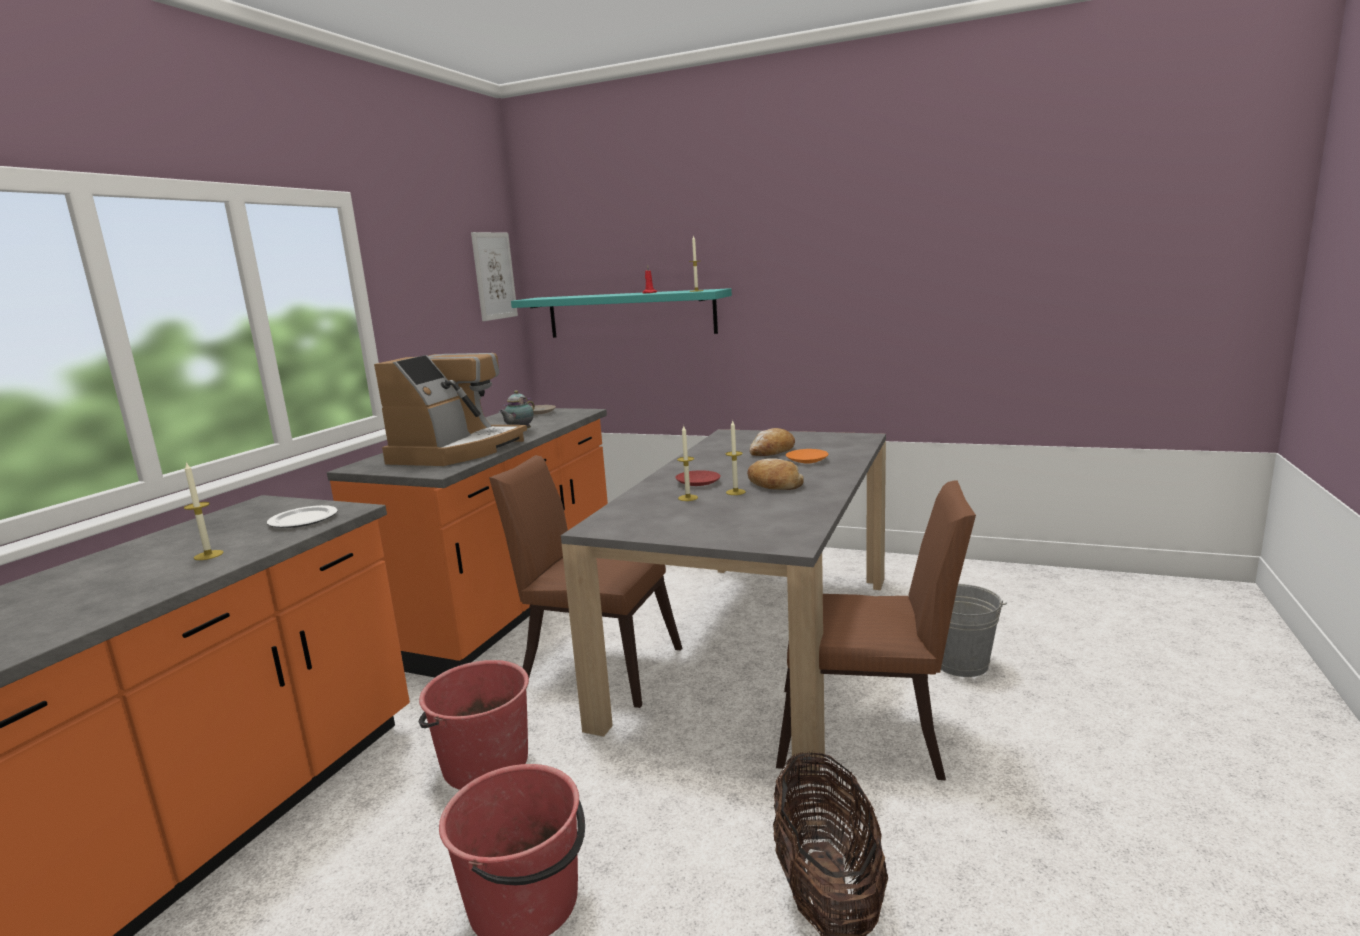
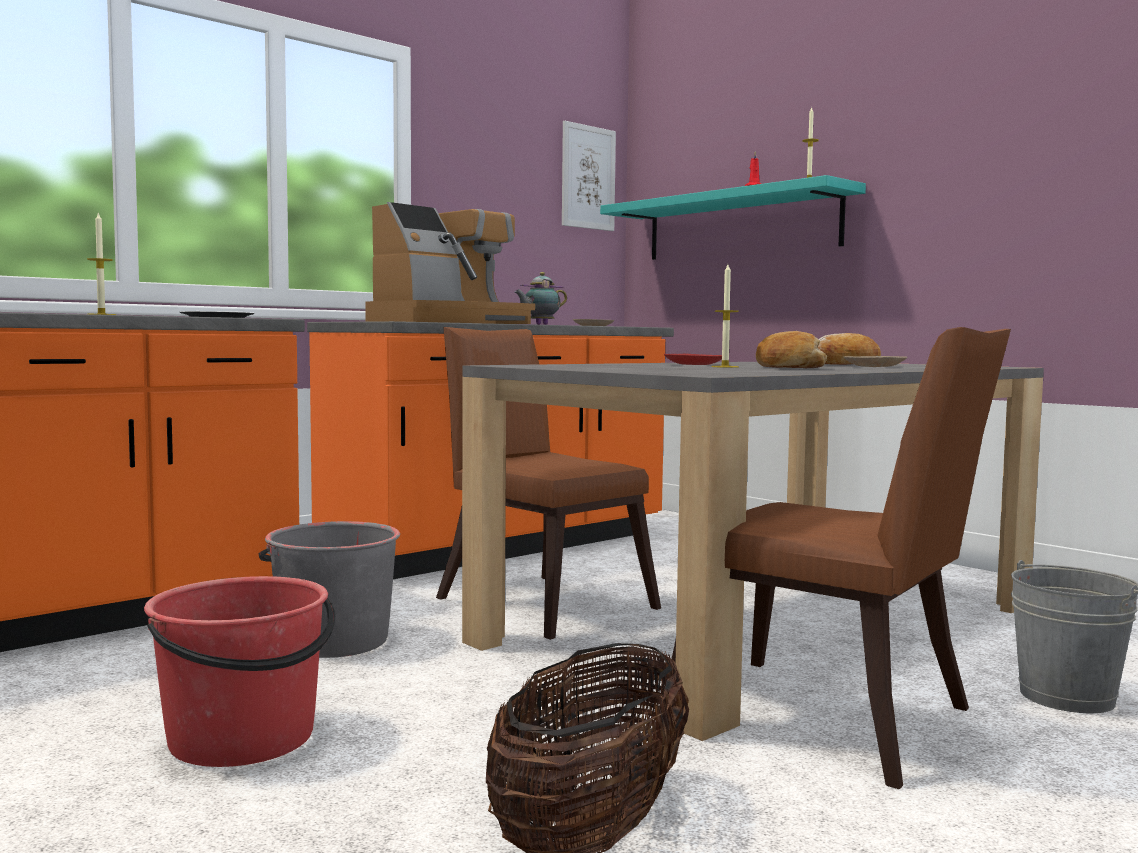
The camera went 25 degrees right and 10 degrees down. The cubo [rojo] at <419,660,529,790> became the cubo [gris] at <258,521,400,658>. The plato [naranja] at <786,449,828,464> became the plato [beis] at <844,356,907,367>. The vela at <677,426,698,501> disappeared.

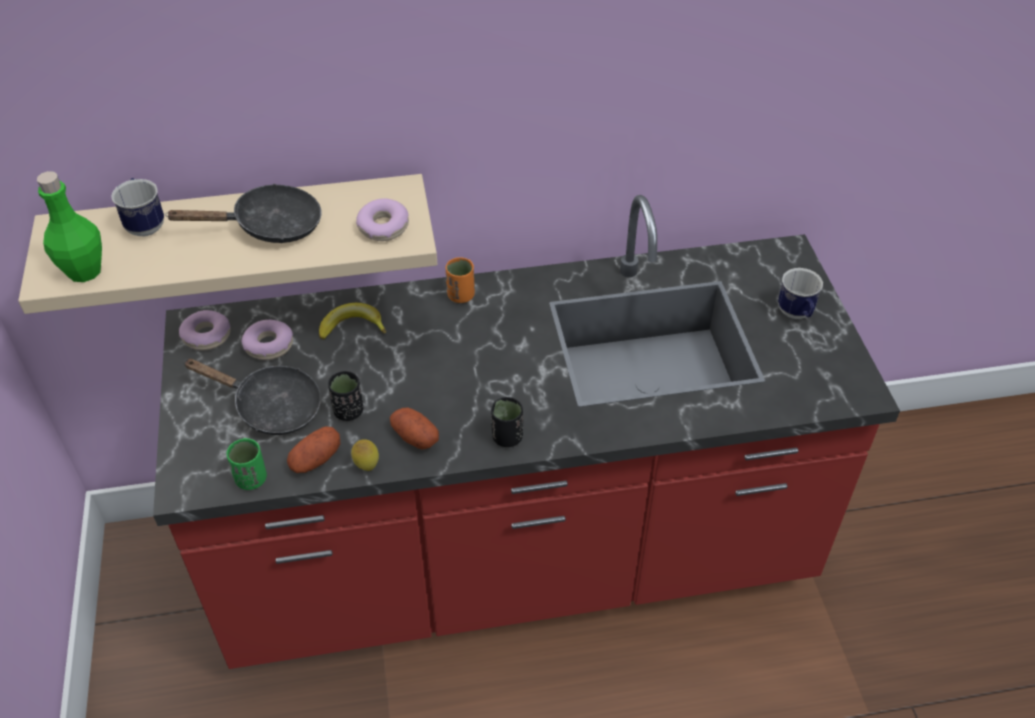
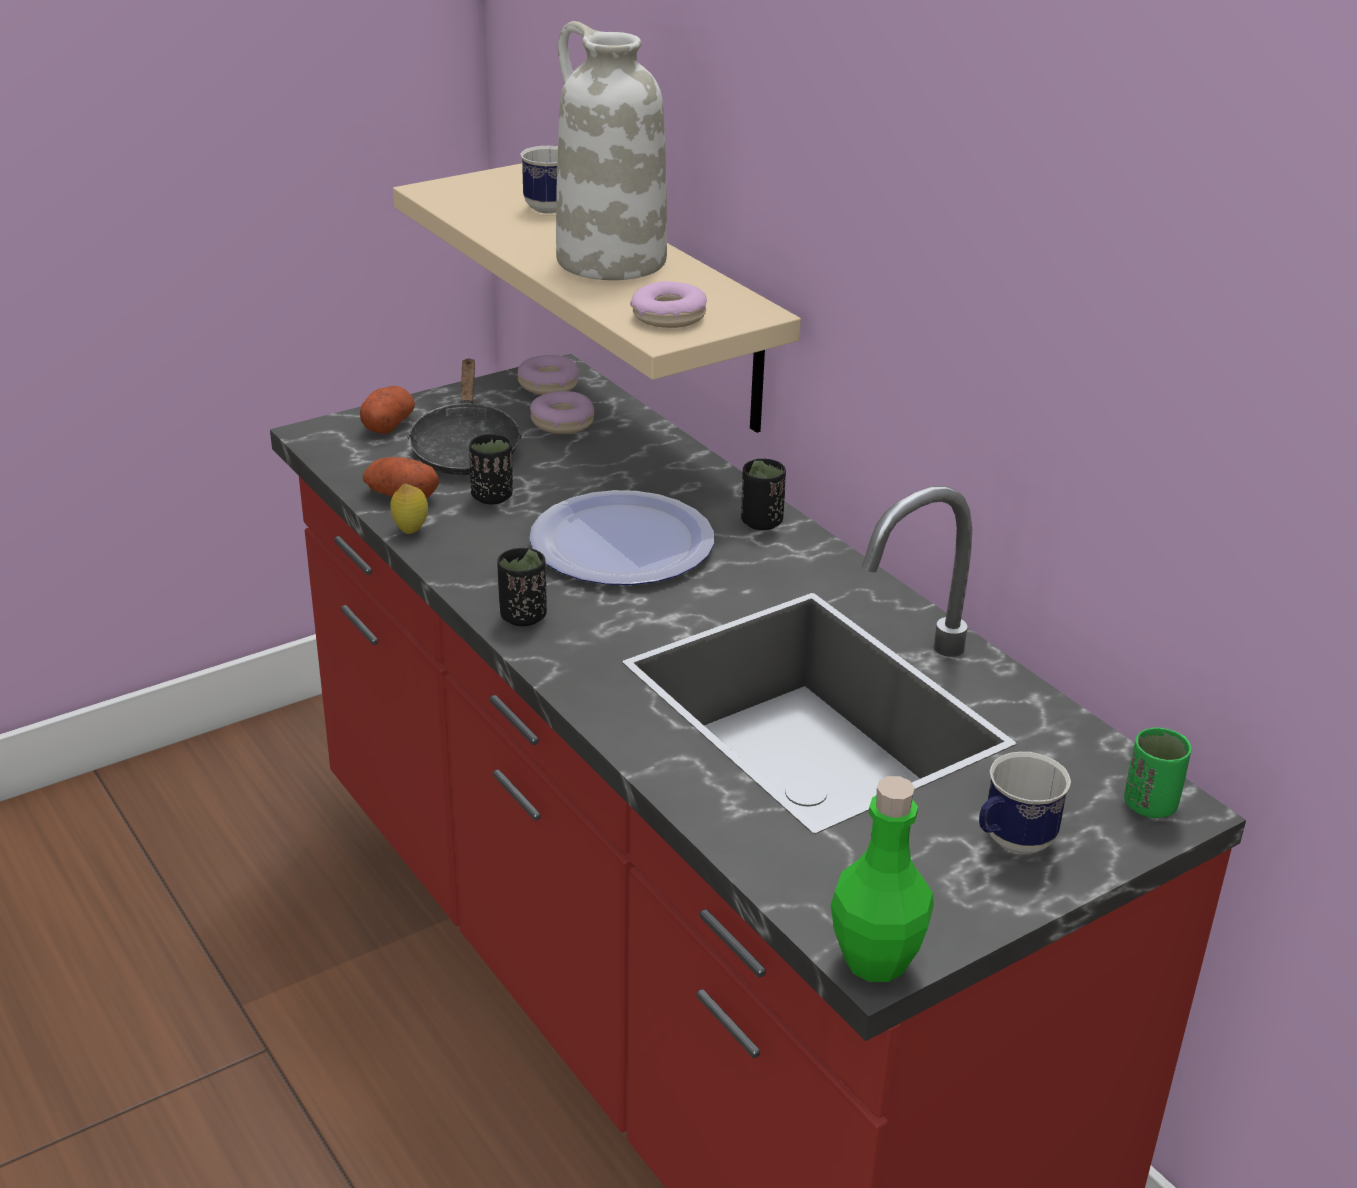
The camera went 65 degrees right and 15 degrees down. The patata moved from <390,407,439,450> to <360,386,415,434>. The plato at <529,490,714,585> appeared. The sartén [negro] at <165,184,322,243> was replaced by the florero [blanco] at <556,21,667,280>. The taza [naranja] at <446,257,475,303> became the taza [negro] at <741,459,786,530>. The botella [verde] moved from <37,171,102,282> to <831,776,934,982>. The taza [verde] moved from <226,438,267,490> to <1124,727,1192,818>. The plátano at <319,303,386,339> disappeared.

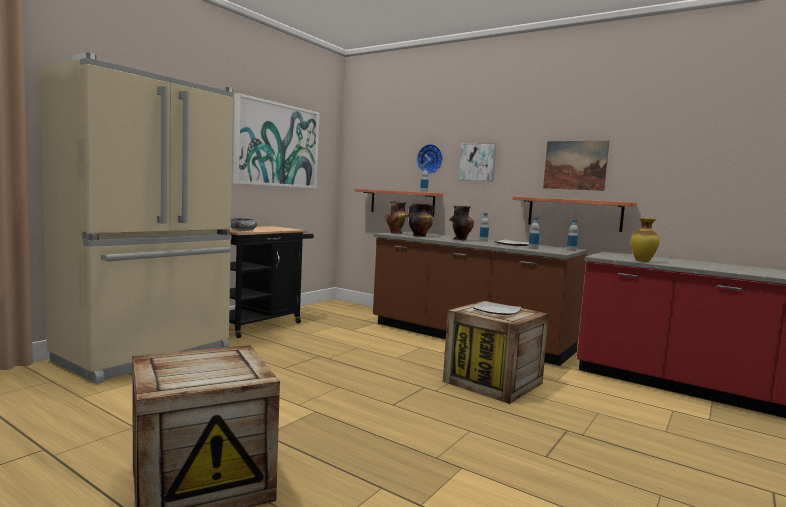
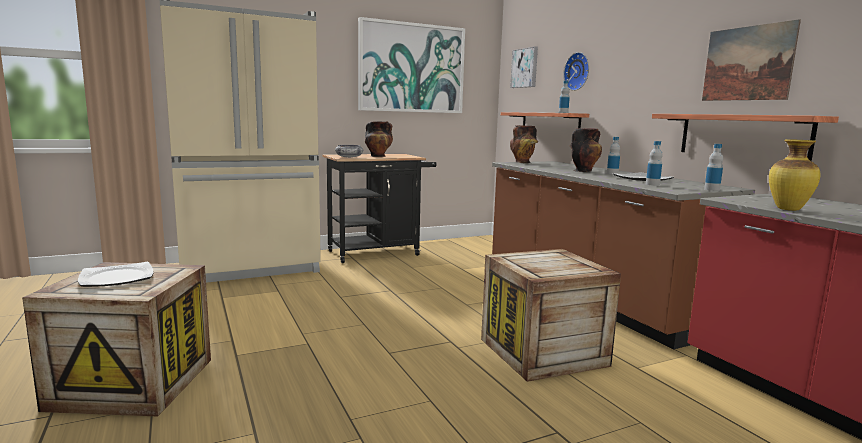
The camera went 30 degrees right and 5 degrees up. The plato moved from <473,301,521,315> to <78,262,154,287>. The florero moved from <408,203,434,236> to <365,121,393,157>. The cuadro moved from <458,143,497,182> to <510,46,538,88>.

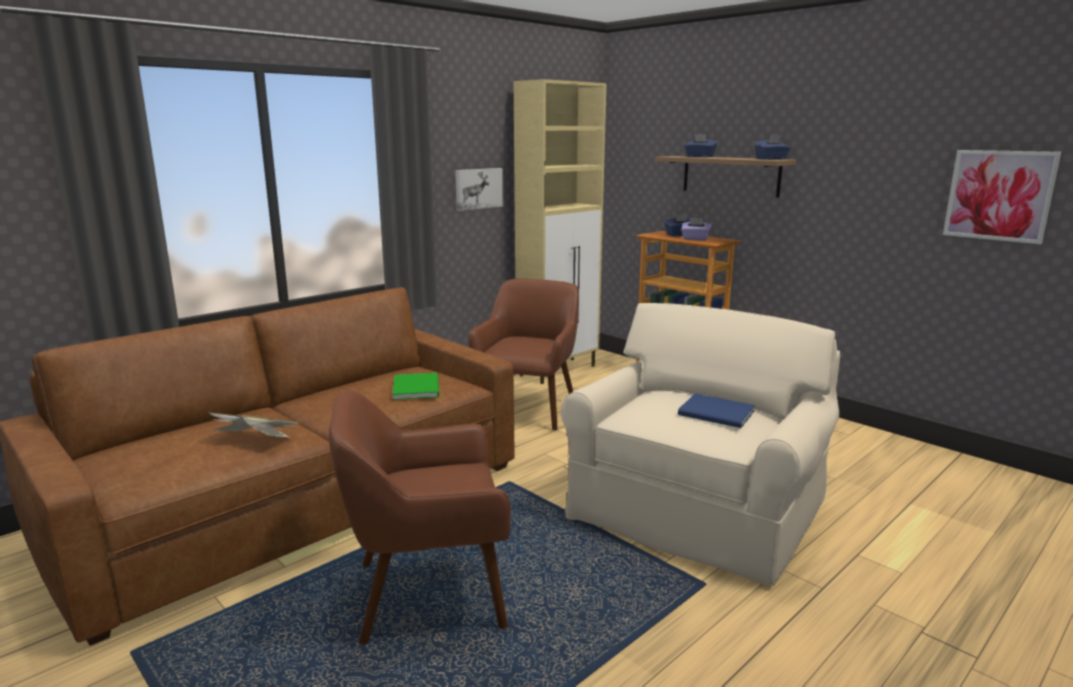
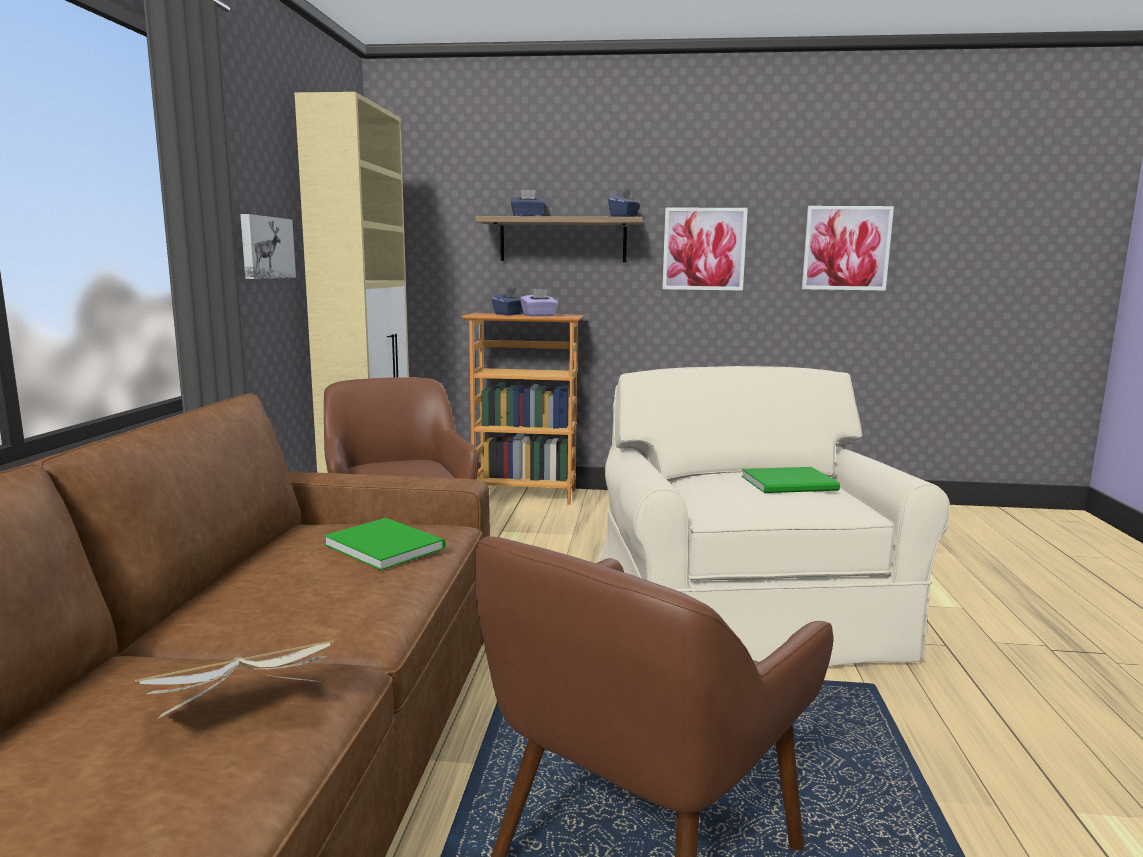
The camera went 40 degrees left and 5 degrees down. The cuadro at <662,207,748,291> appeared. The libro [azul] at <678,394,755,428> became the libro [verde] at <741,467,840,493>.

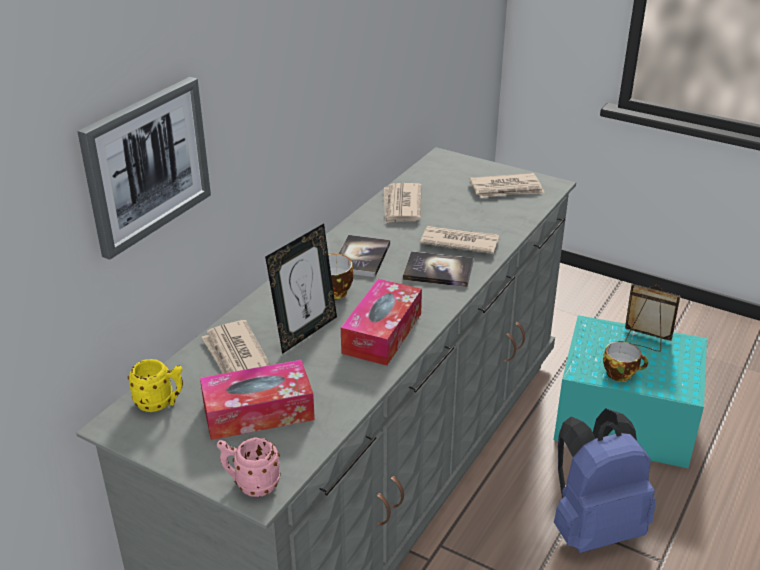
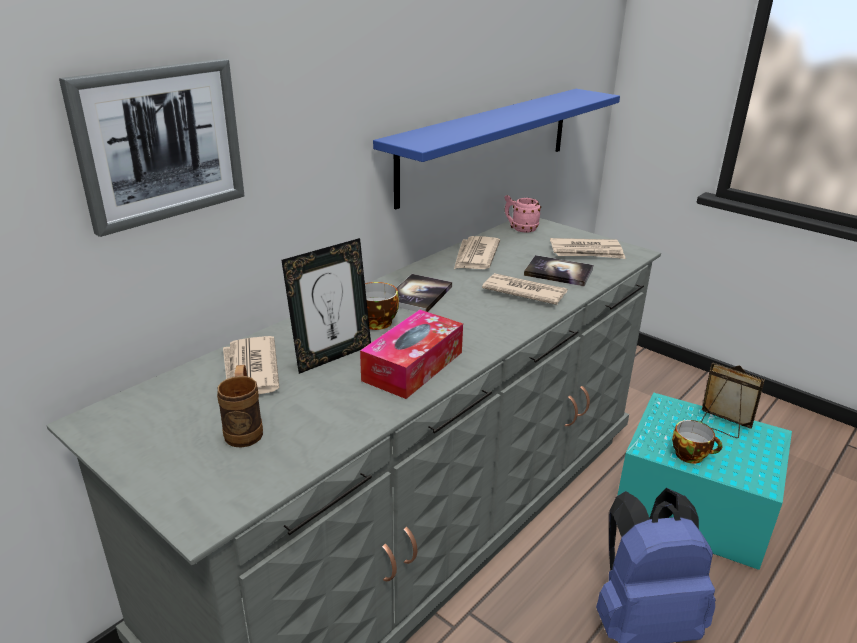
The camera went 10 degrees right and 5 degrees down. The caja de pañuelos at <200,360,315,440> was replaced by the taza grande [marrón] at <217,365,263,448>. The estante [azul] at <373,89,620,209> appeared. The taza grande [rosa] moved from <217,437,281,497> to <505,195,541,233>. The libro moved from <403,251,473,287> to <524,255,593,286>. The taza grande [amarillo] at <128,359,183,412> disappeared.

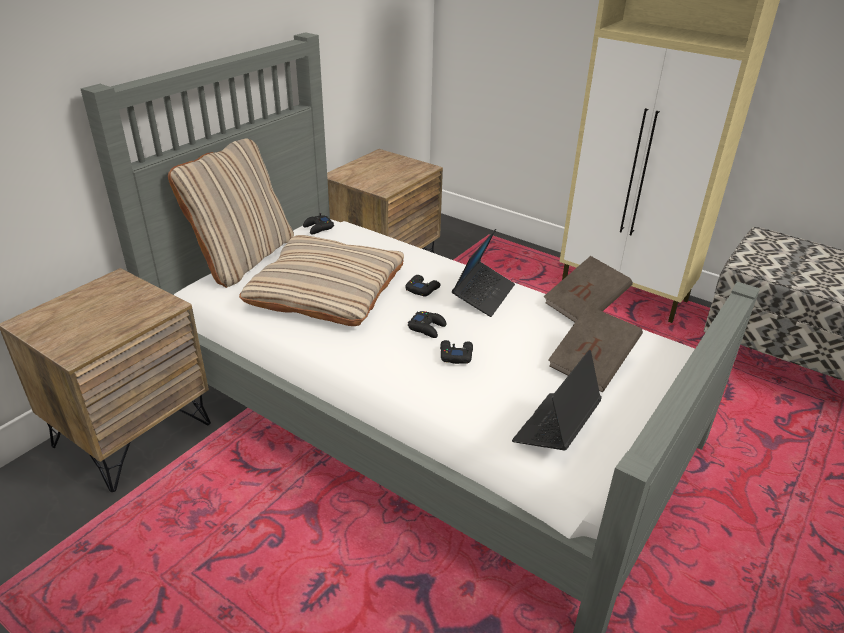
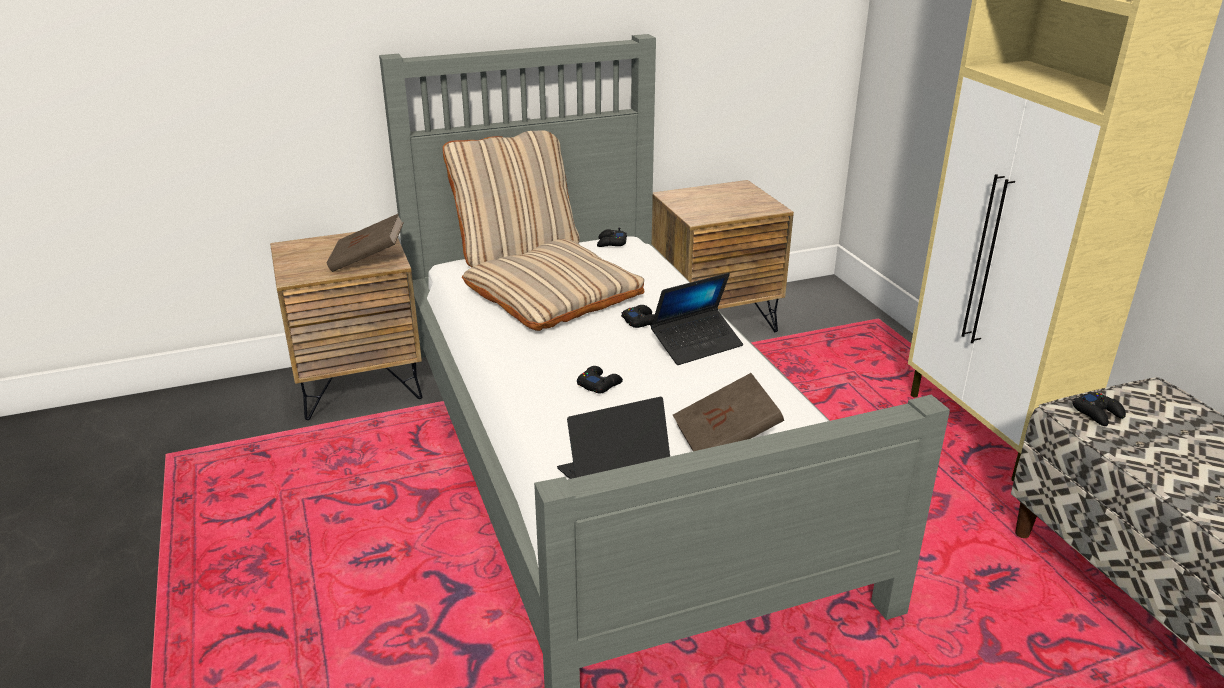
The camera went 35 degrees right and 5 degrees down. The libro [marrón] moved from <544,256,633,322> to <326,214,404,272>. The mando de consola [negro] moved from <408,311,446,338> to <1072,392,1126,426>.

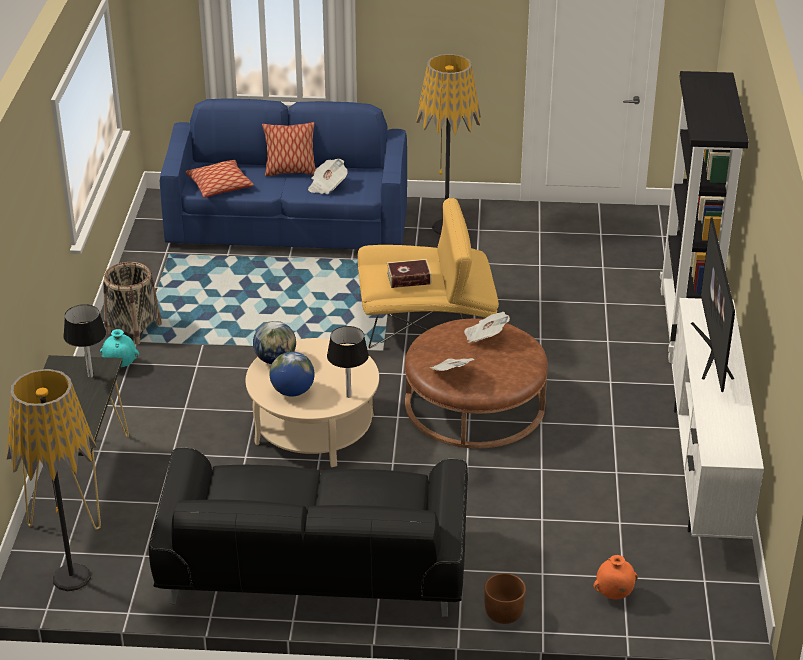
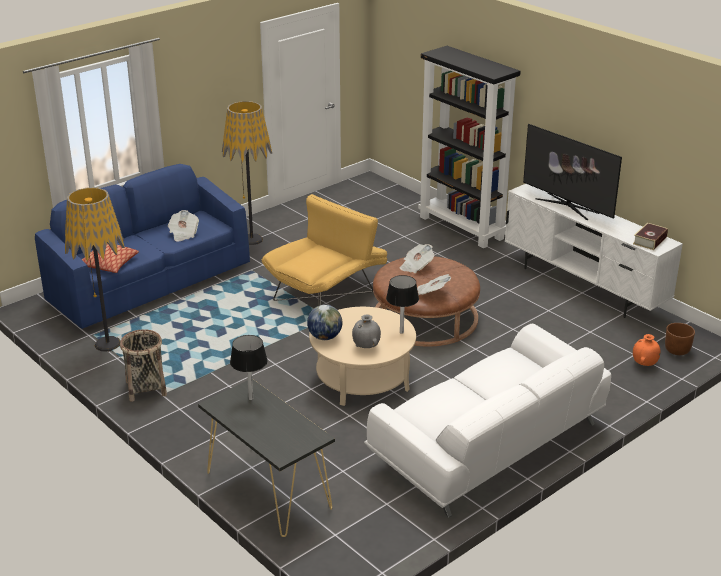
The camera went 45 degrees left and 5 degrees down. The lámpara de pie moved from <7,369,97,591> to <65,187,125,352>. The globo terráqueo at <270,352,315,397> was replaced by the florero [gris] at <352,314,381,348>. The sofá [negro] at <149,448,468,617> became the sofá [blanco] at <364,323,611,517>. The libro moved from <387,259,431,288> to <633,223,668,250>. The maceta [marrón] moved from <484,573,526,624> to <665,323,695,355>. The florero [turquesa] at <100,329,139,367> disappeared. The cojín at <262,122,316,176> disappeared.

